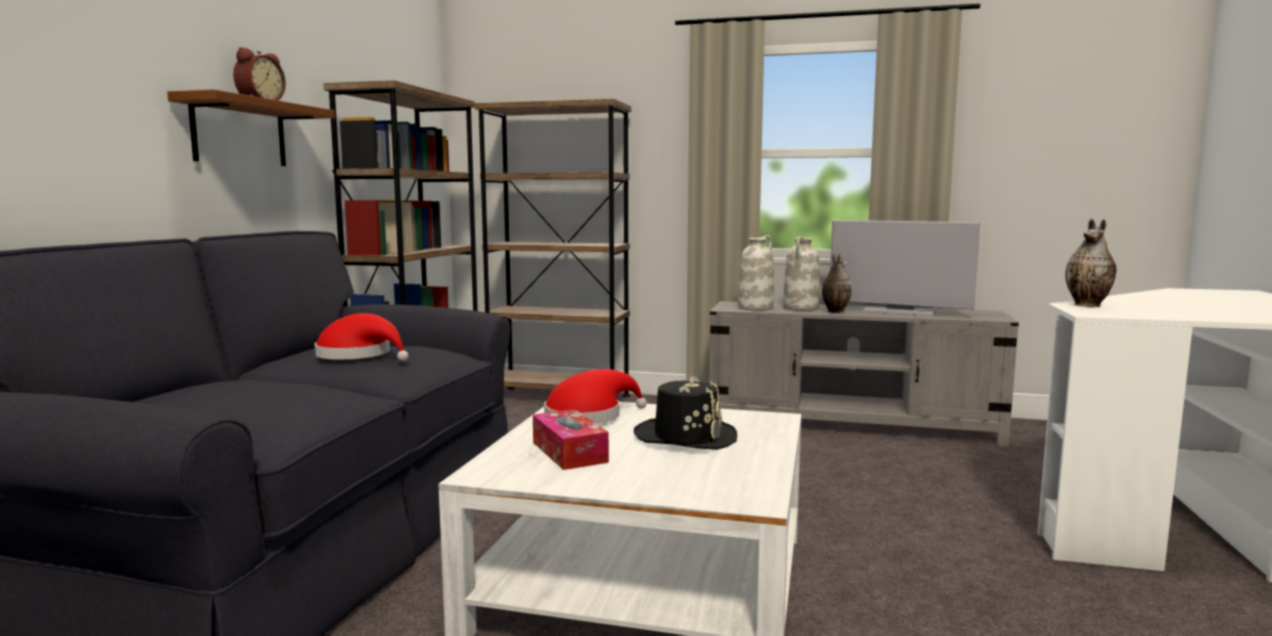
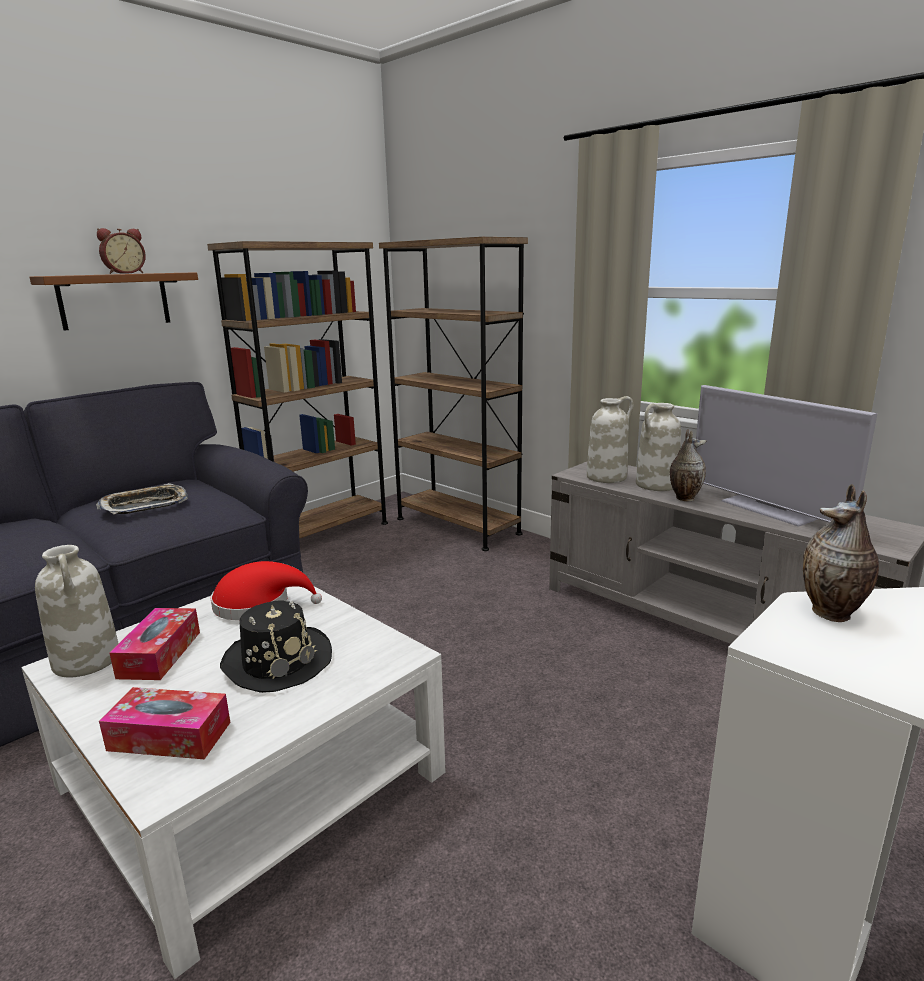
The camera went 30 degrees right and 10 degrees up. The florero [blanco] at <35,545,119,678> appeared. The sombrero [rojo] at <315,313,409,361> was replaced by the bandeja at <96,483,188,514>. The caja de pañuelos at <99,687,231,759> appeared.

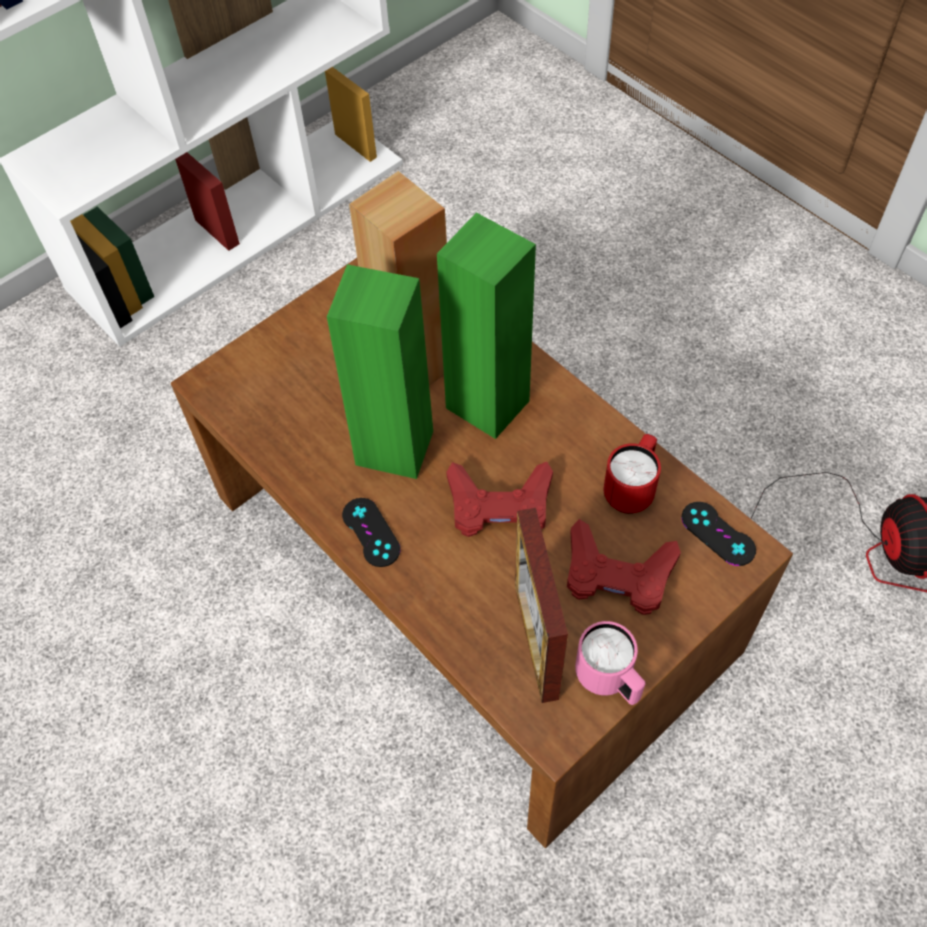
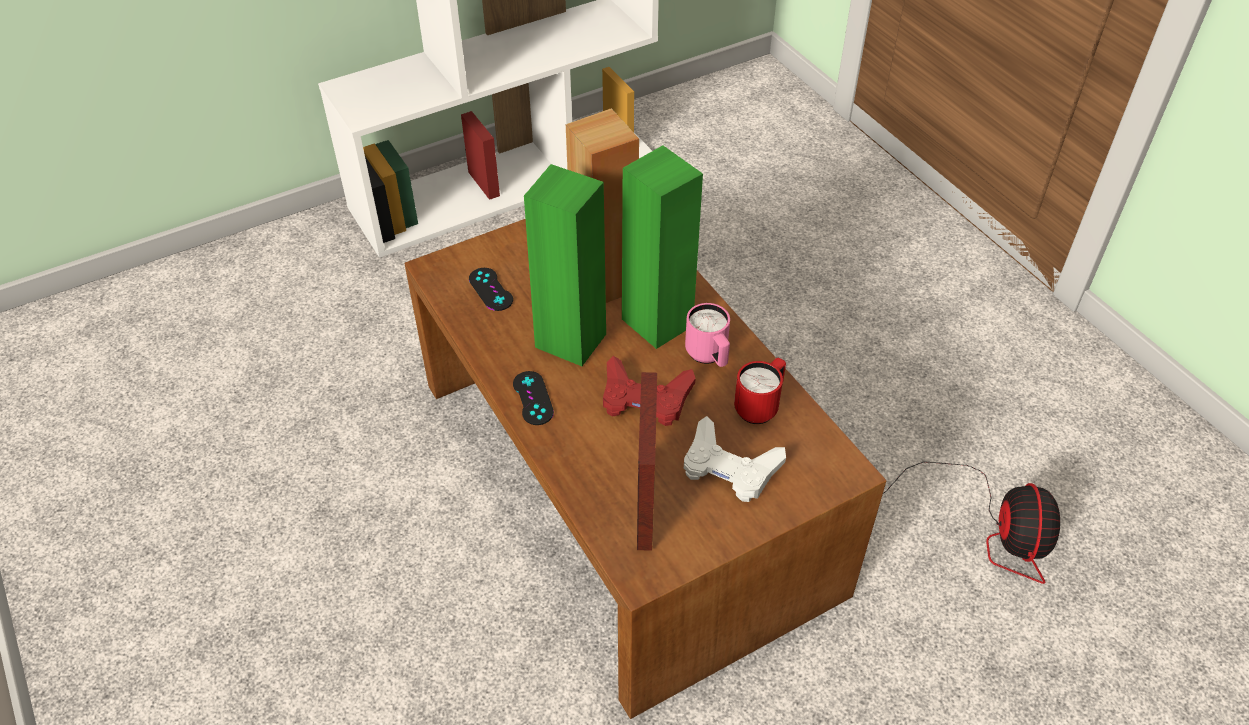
The camera went 10 degrees right and 10 degrees down. The mando de consola [negro] moved from <681,502,756,566> to <469,268,513,311>. The mando de consola [rojo] at <567,519,681,615> became the mando de consola [blanco] at <684,416,786,502>. The taza grande [rosa] moved from <575,621,646,705> to <685,303,730,367>.

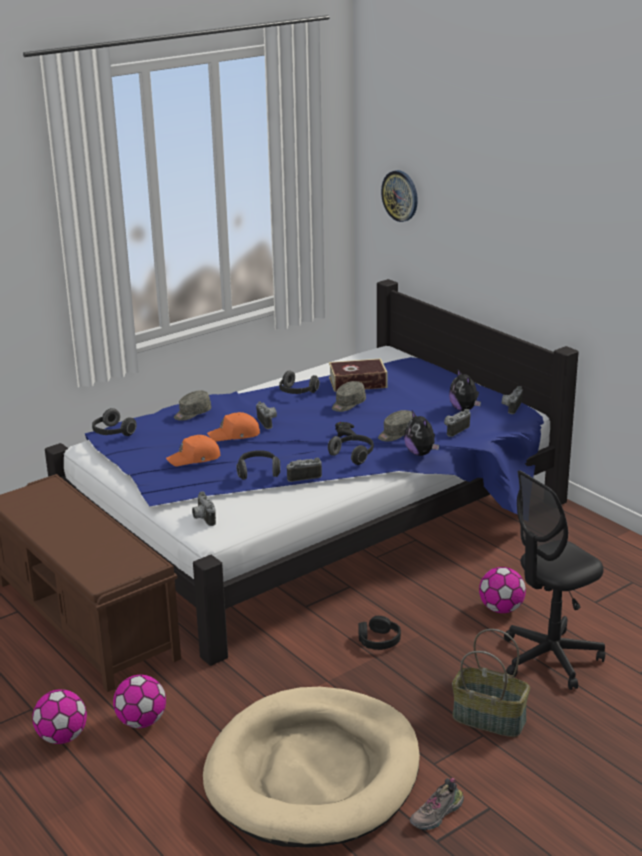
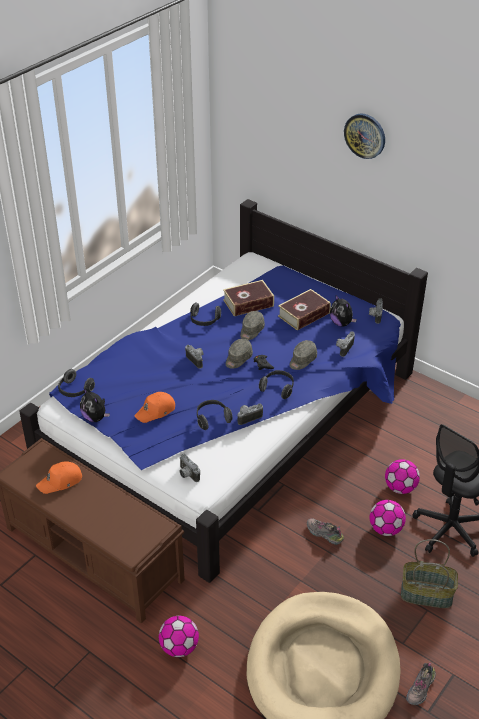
The camera went 15 degrees left and 15 degrees up. The gorra [naranja] moved from <207,412,260,442> to <36,461,82,494>. The peluche moved from <404,411,439,456> to <80,388,110,422>. The gorra [gris] moved from <174,390,211,421> to <226,339,253,369>. The libro at <278,289,331,331> appeared. The auriculares [negro] at <358,616,401,650> was replaced by the zapato at <307,518,344,545>. The reloj de pared moved from <381,170,418,222> to <344,114,385,159>. The balón de fútbol moved from <32,689,87,744> to <370,500,406,536>.

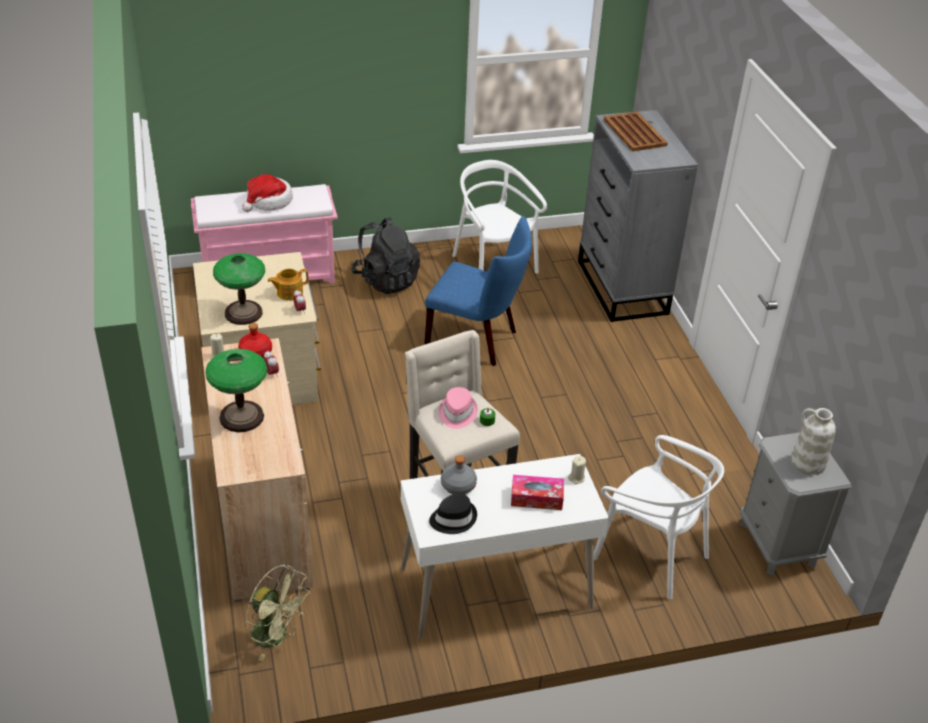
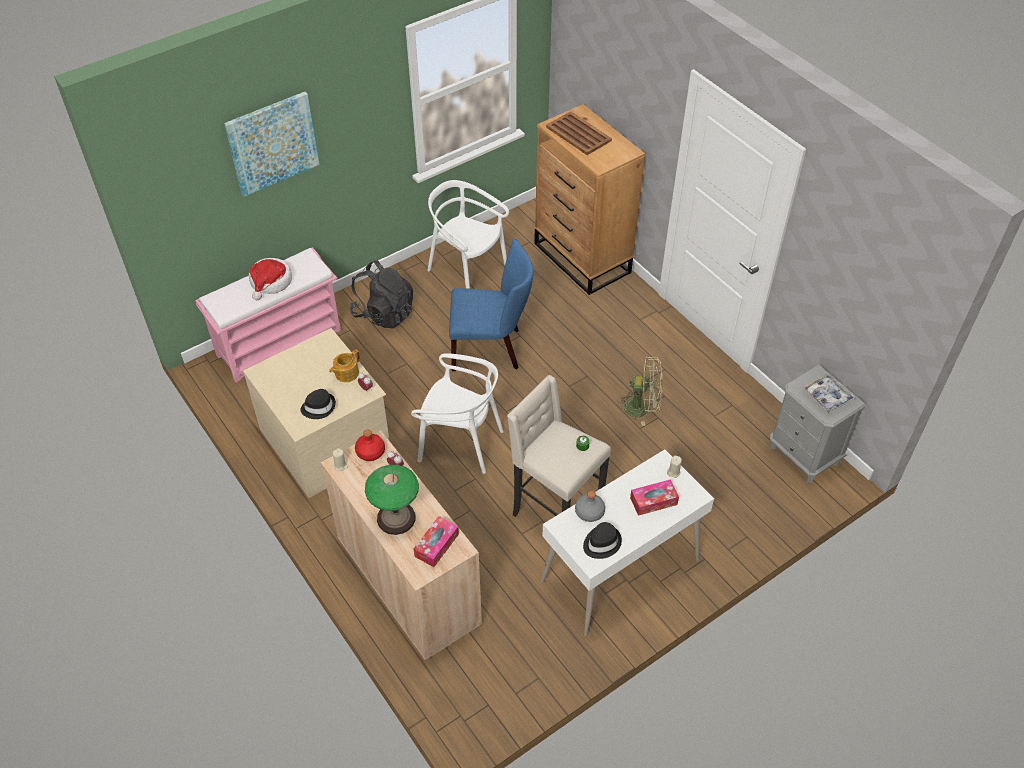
The camera went 20 degrees left and 10 degrees up. The cuadro at <224,92,319,197> appeared. The lámpara de mesa at <213,253,265,325> was replaced by the sombrero [negro] at <300,389,336,419>. The silla [blanco] moved from <594,435,724,599> to <411,353,504,474>. The caja de pañuelos at <413,516,459,567> appeared. The cómoda [gris] at <578,110,698,322> became the cómoda [marrón] at <534,104,645,295>. The ventilador [verde] moved from <246,564,310,661> to <617,356,663,426>. The florero [blanco] at <791,408,836,475> was replaced by the bandeja at <802,374,856,413>. The sombrero [rosa] at <439,387,477,429> disappeared.

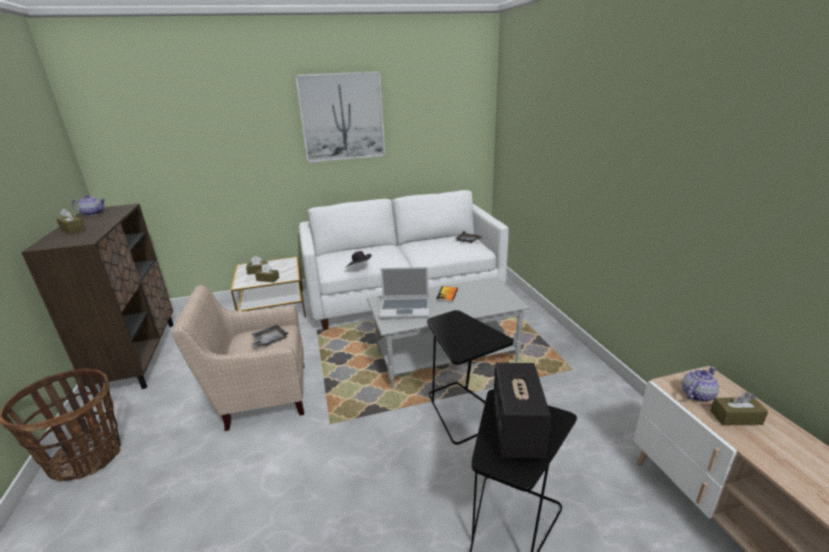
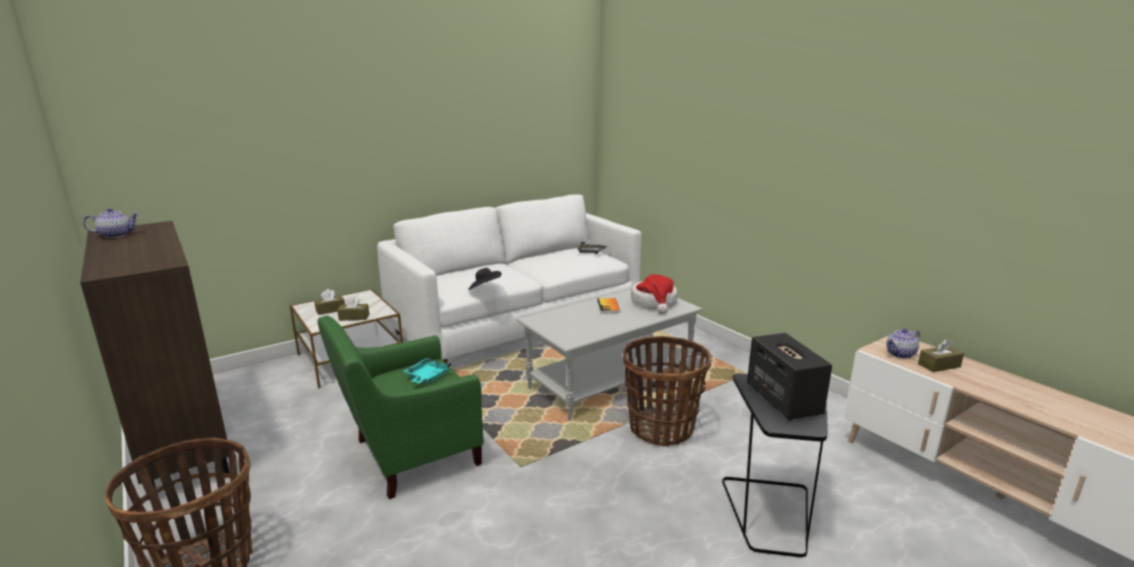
The camera went 20 degrees left and 5 degrees down. The sillón [beis] at <172,285,305,431> became the sillón [verde] at <317,315,484,499>. The bandeja [gris] at <251,325,288,347> became the bandeja [turquesa] at <403,358,451,383>. The mesa auxiliar [negro] at <427,310,514,445> was replaced by the cesta at <623,336,711,447>. The sombrero at <631,274,678,314> appeared. The tetera at <682,367,719,402> turned 150 degrees counterclockwise. The caja de pañuelos [marrón] at <56,208,86,234> disappeared. The cuadro at <295,71,386,163> disappeared. The portátil at <380,267,429,319> disappeared.

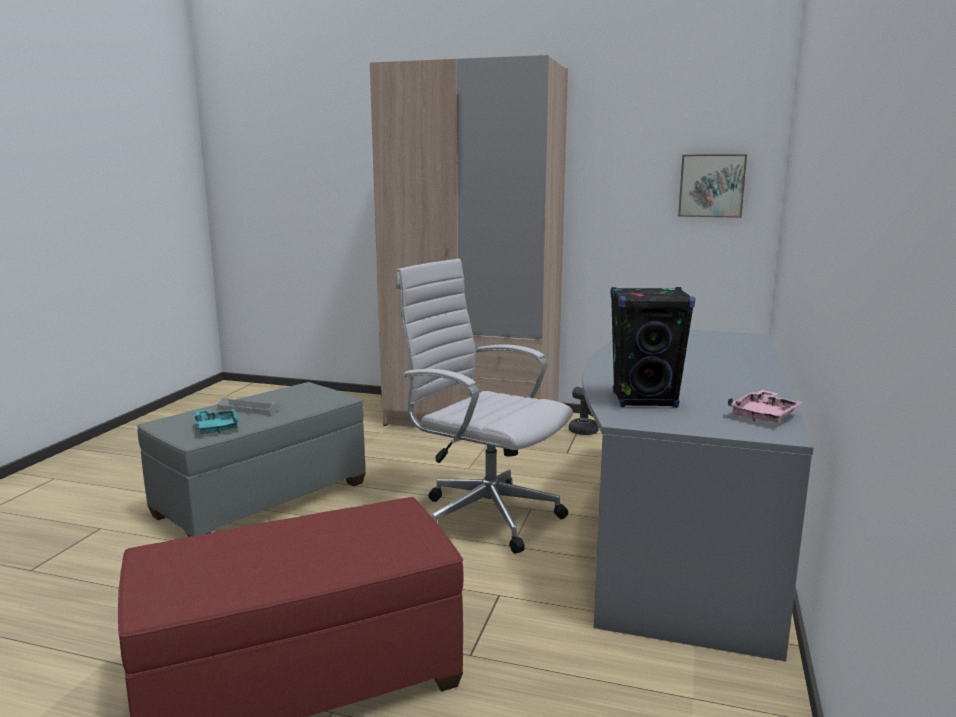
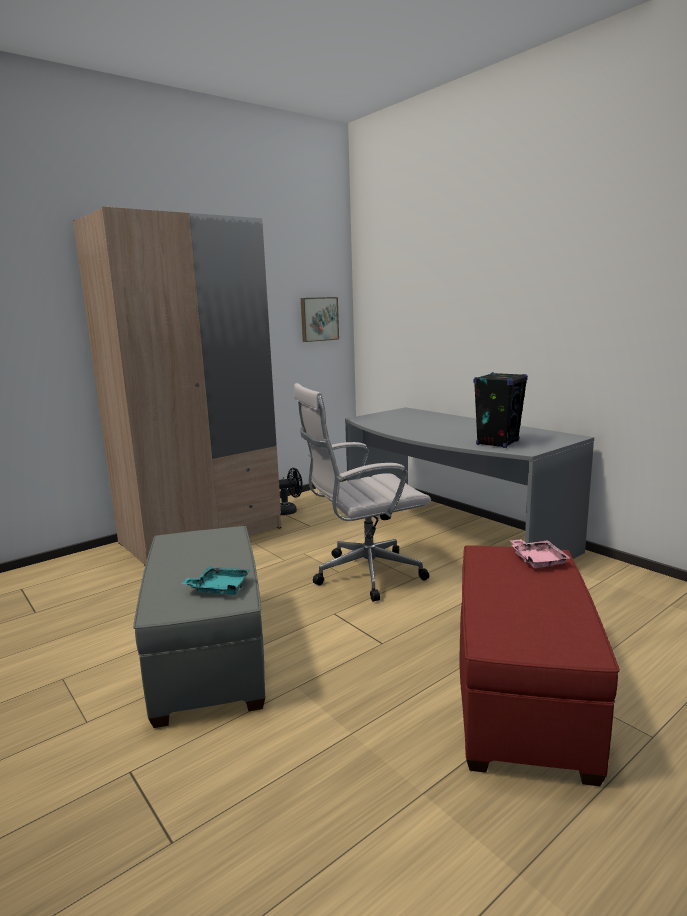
The camera went 55 degrees left and 0 degrees up. The bandeja [rosa] moved from <728,390,802,422> to <509,539,570,568>. The bandeja [gris] at <217,397,280,415> disappeared.

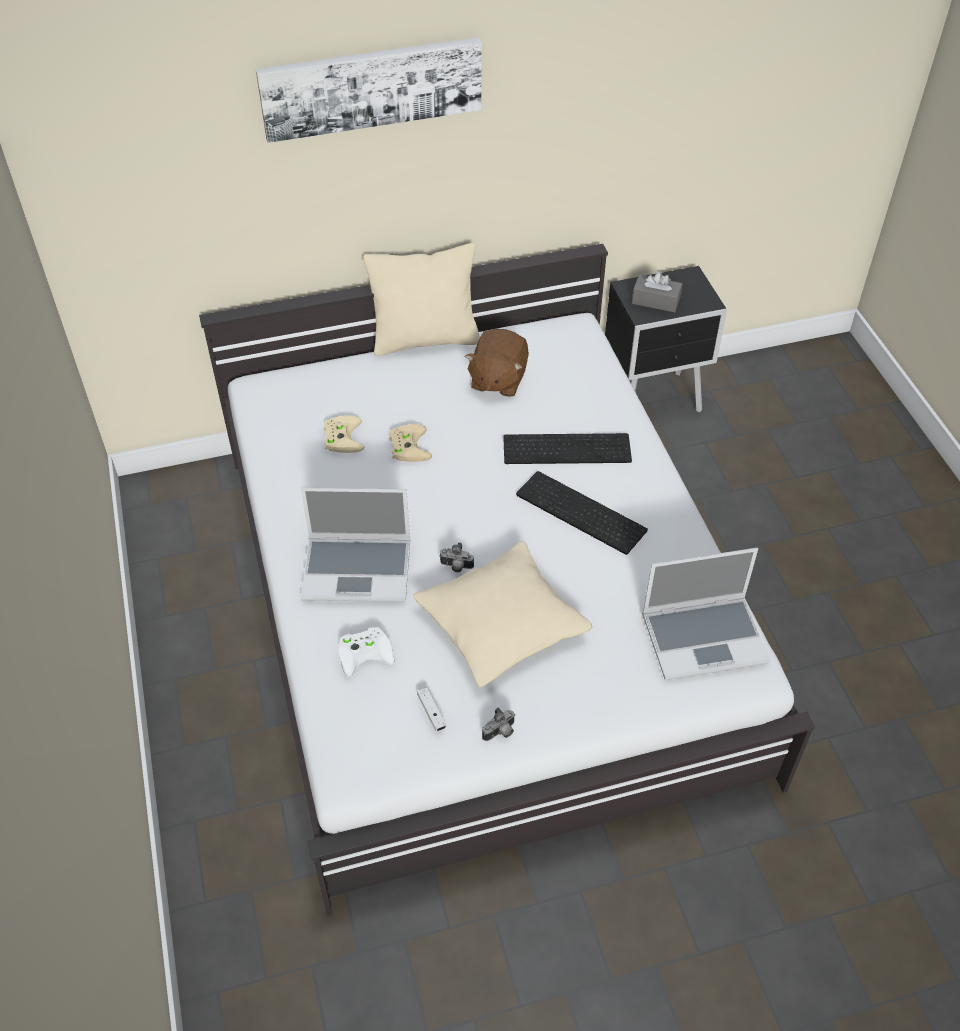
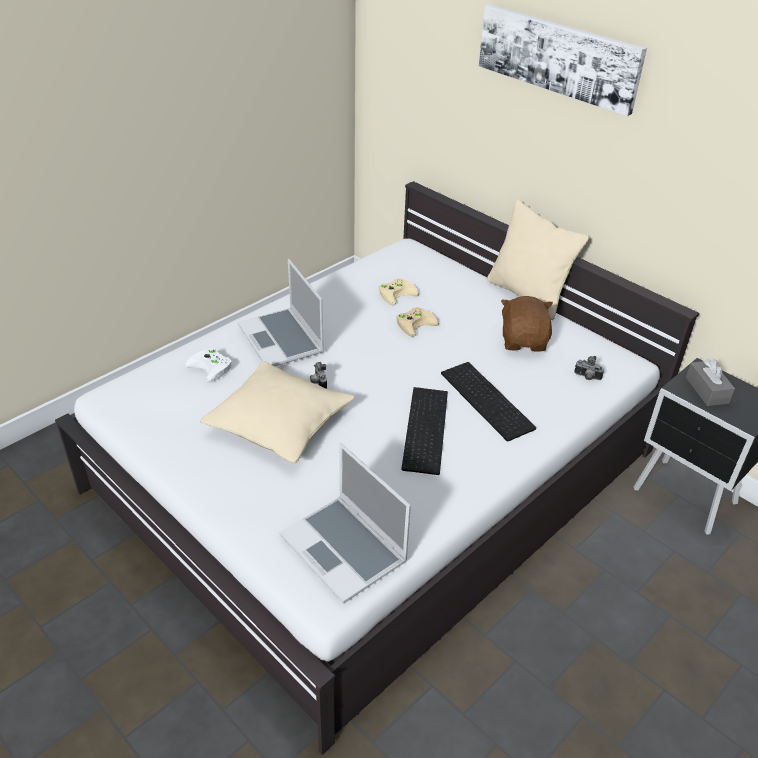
The camera went 60 degrees right and 10 degrees down. The peluche [marrón] at <465,329,529,397> turned 105 degrees clockwise. The cámara moved from <482,708,515,741> to <574,356,604,380>. The mando de consola [blanco] at <417,687,447,731> disappeared.

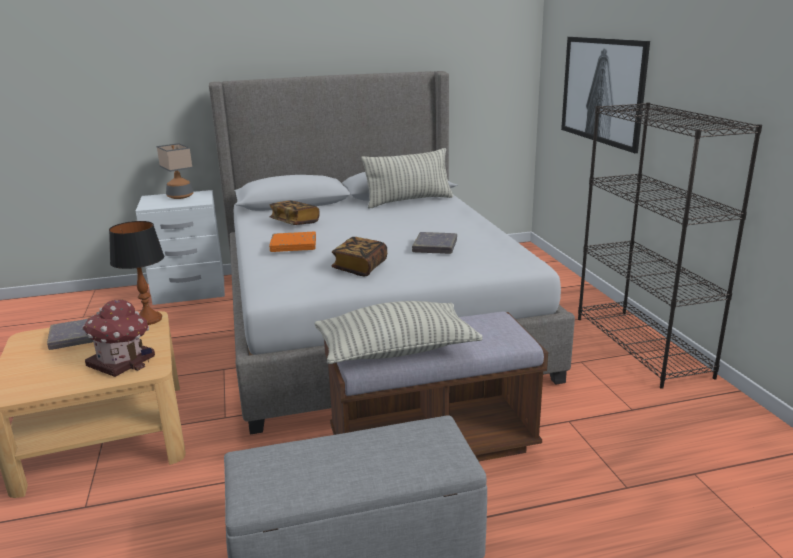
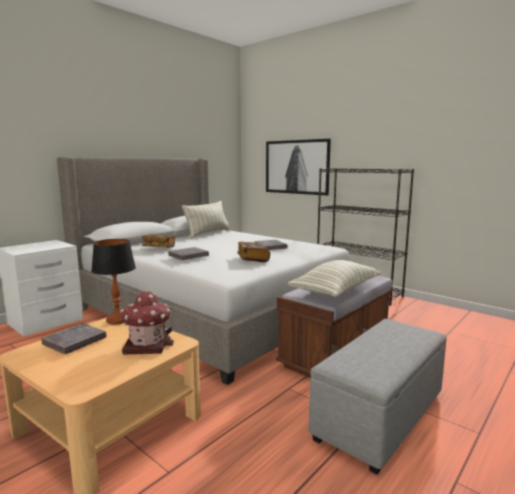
The camera went 35 degrees left and 10 degrees down. The libro [naranja] at <269,232,316,252> became the libro [gris] at <168,247,209,260>. The lámpara de mesa at <157,143,194,199> disappeared.

